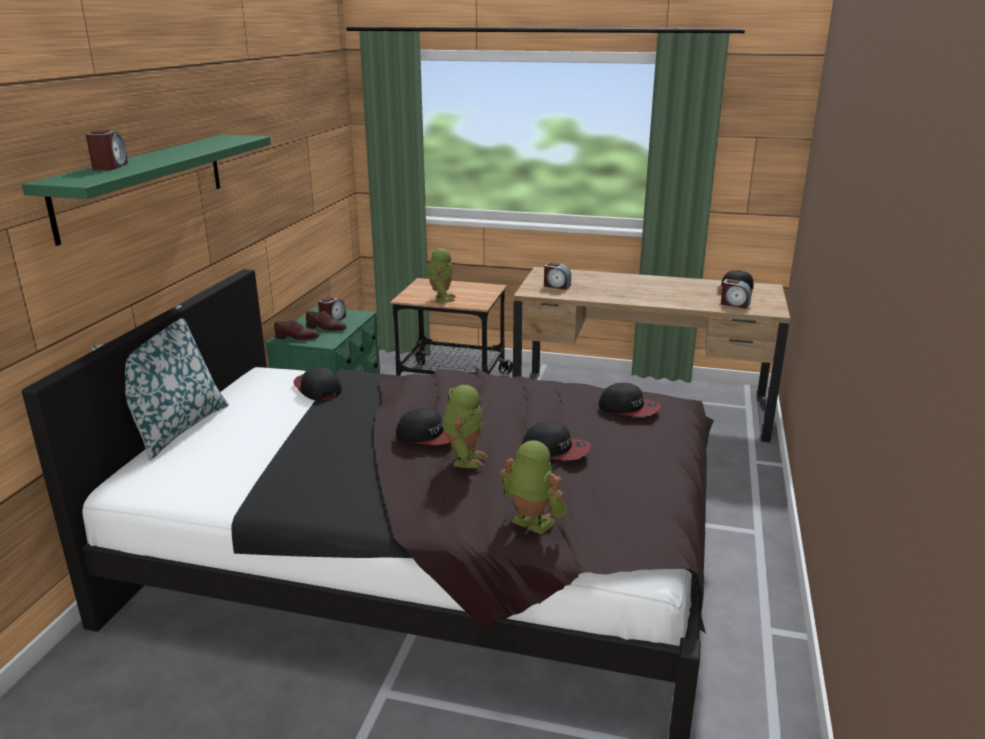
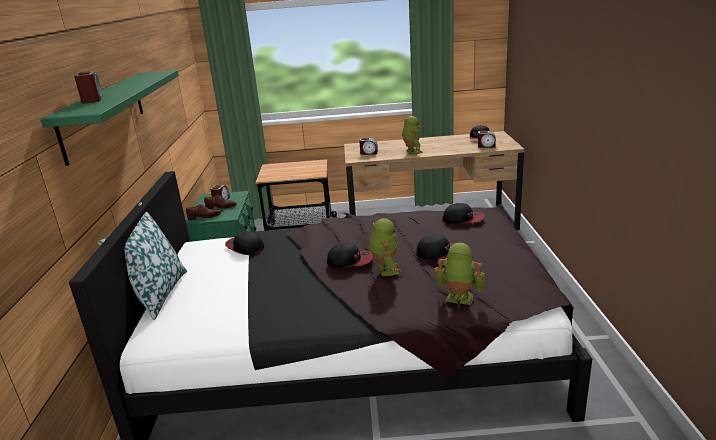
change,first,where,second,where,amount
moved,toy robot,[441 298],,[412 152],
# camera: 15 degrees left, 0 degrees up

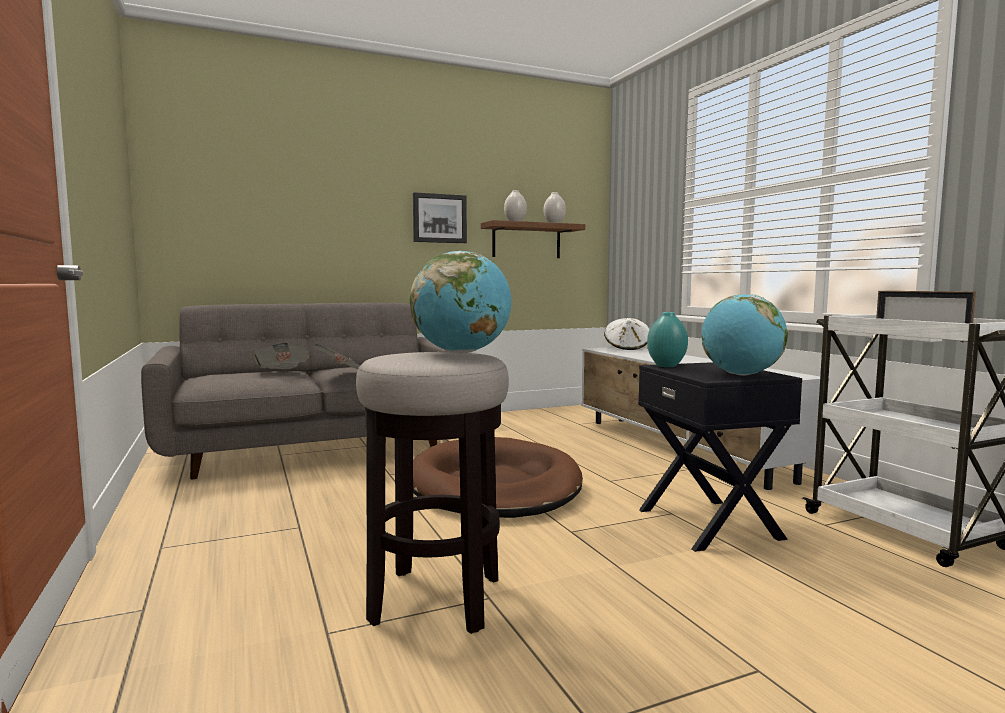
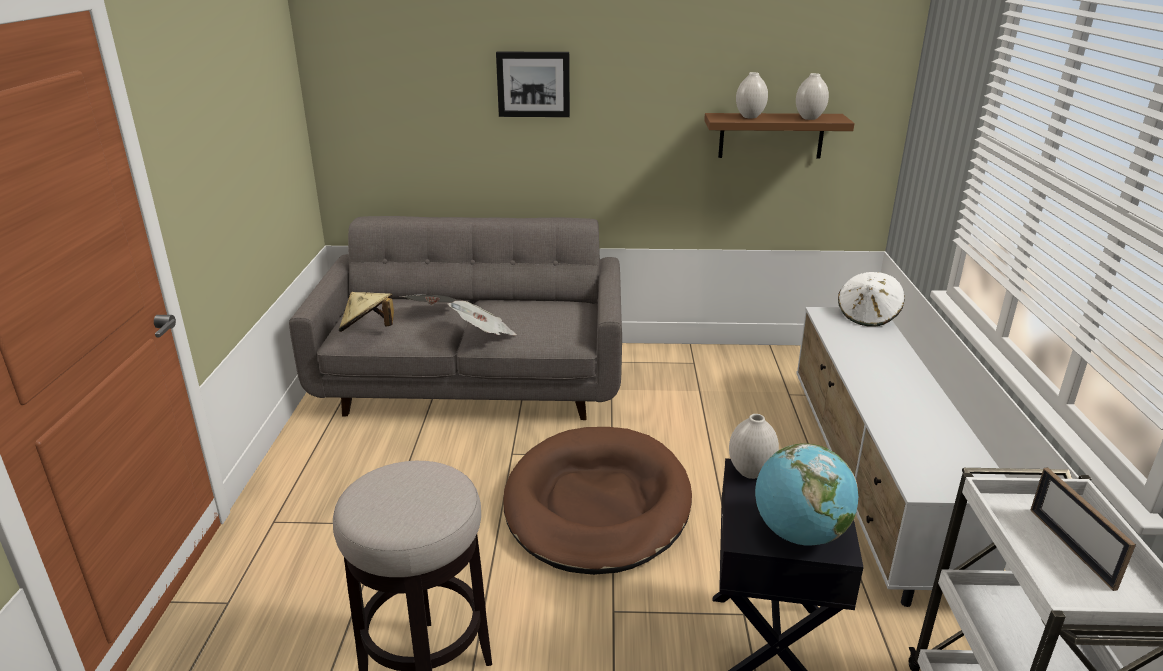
change,first,where,second,where,amount
removed,globe,[462 353],,,
moved,picture,[439 218],,[533 84],
recoloured,vase (turquoise),[667 366],vase (white),[751 472],
added,,,hat (beige),[368 330],
# camera: 25 degrees right, 20 degrees up

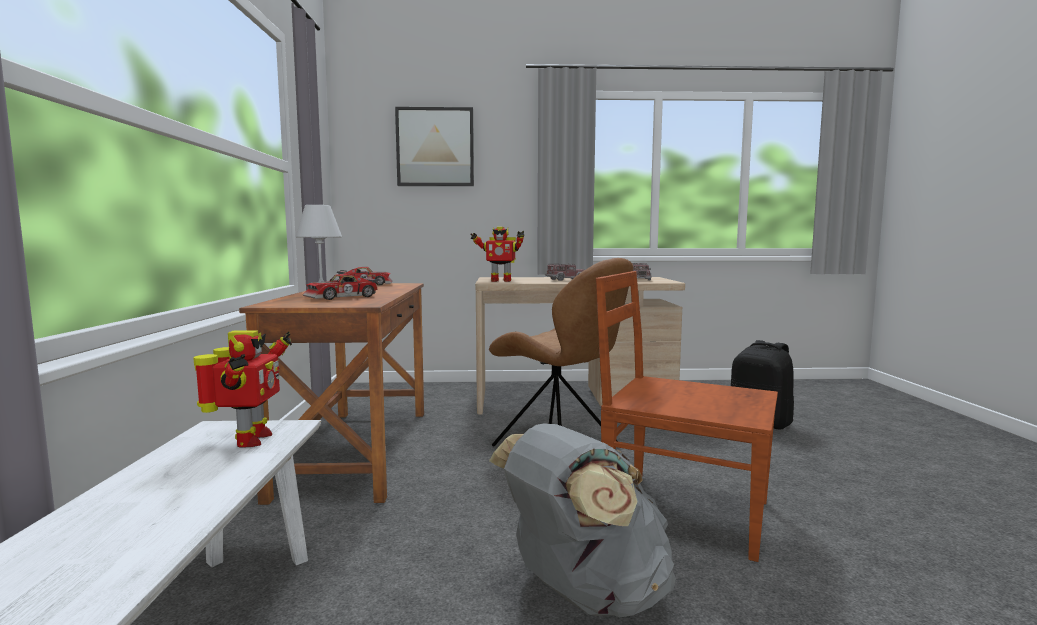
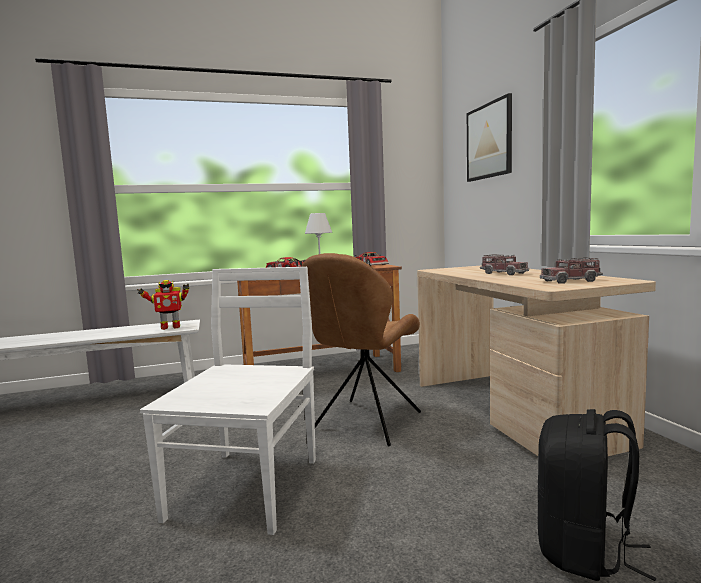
change,first,where,second,where,amount
removed,toy robot,[500 281],,,
removed,backpack (grey),[584 594],,,
recoloured,chair (brown),[682 511],chair (white),[248 485],
# camera: 75 degrees right, 0 degrees up

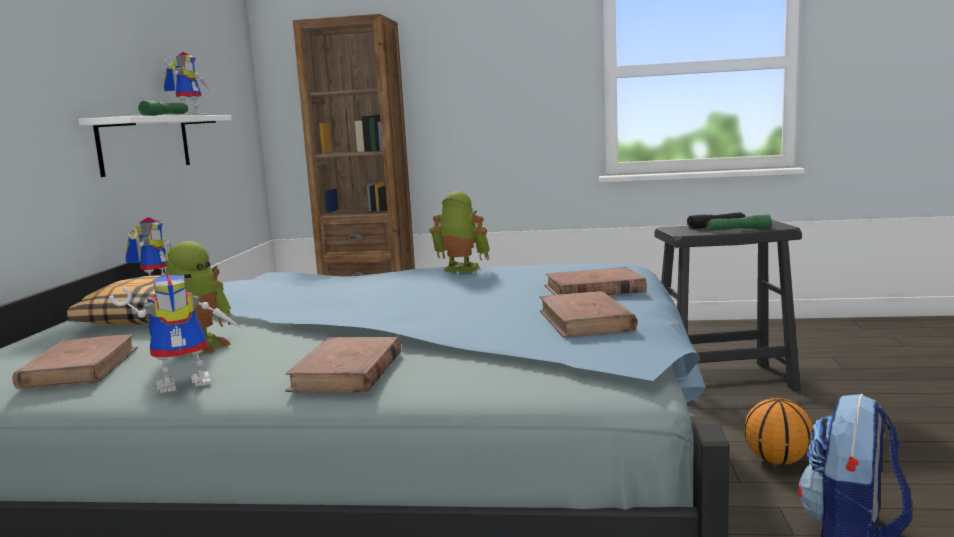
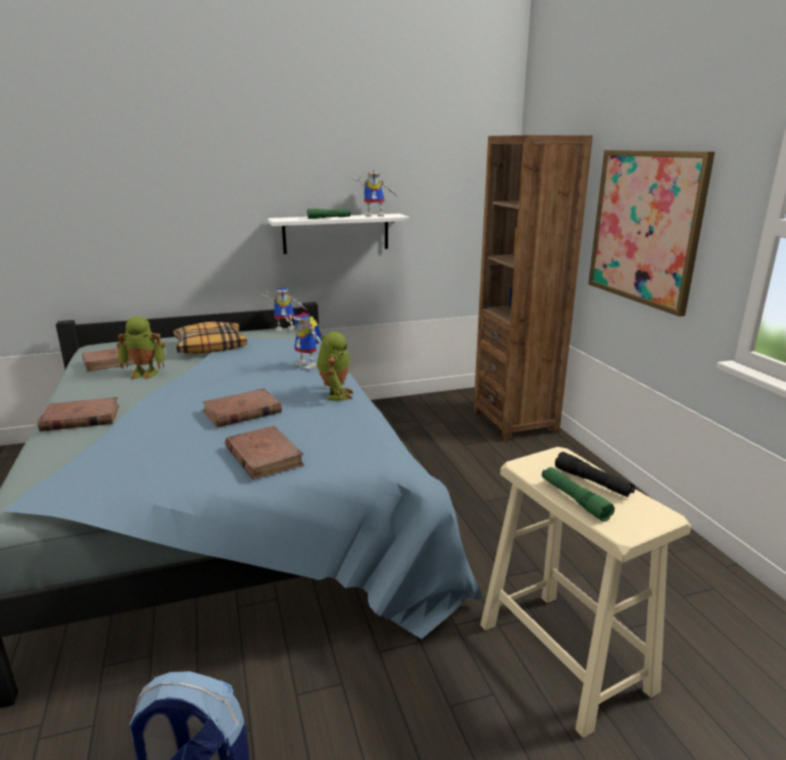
change,first,where,second,where,amount
moved,toy robot,[188 382],,[309 365],
moved,book (brown),[585 321],,[242 412],
recoloured,stool (black),[722 381],stool (beige),[563 655],
removed,basketball,[778 461],,,
added,,,picture,[645 227],
# camera: 65 degrees right, 10 degrees up

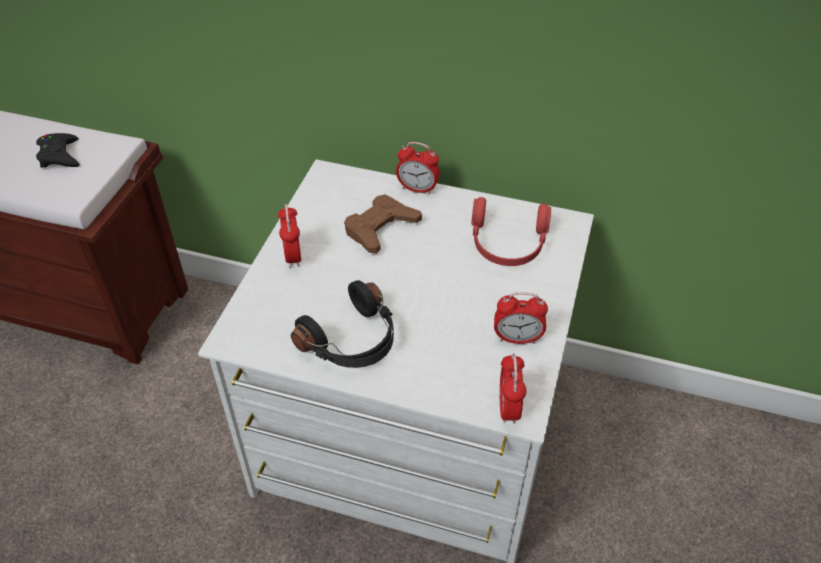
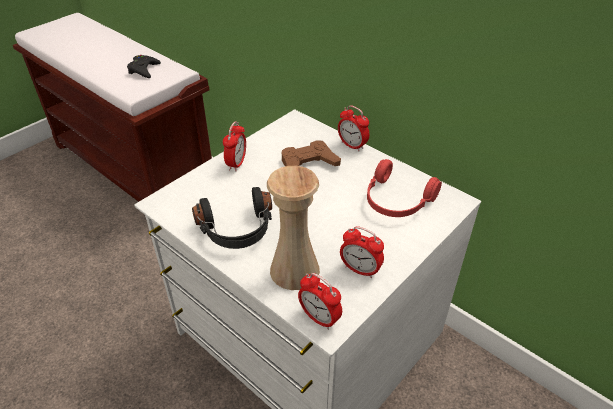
change,first,where,second,where,amount
turned,alarm clock,[508 408],,[319 318],75 degrees counterclockwise
added,,,vase (beige),[294 270],
# camera: 25 degrees right, 5 degrees down

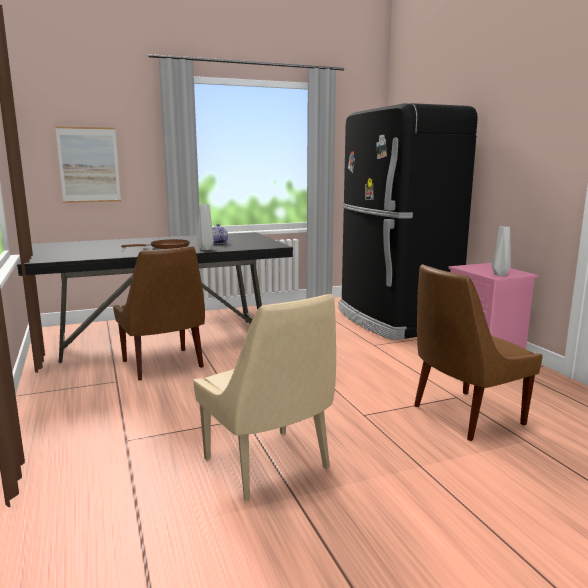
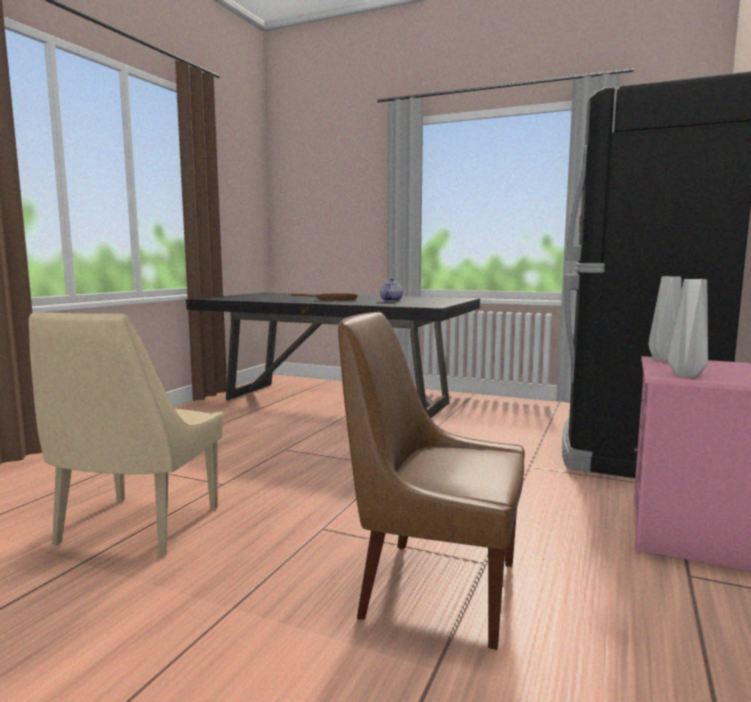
change,first,where,second,where,amount
removed,picture,[89 165],,,
removed,chair (brown),[164 365],,,
moved,vase (grey),[205 249],,[662 359],
# camera: 45 degrees right, 5 degrees down

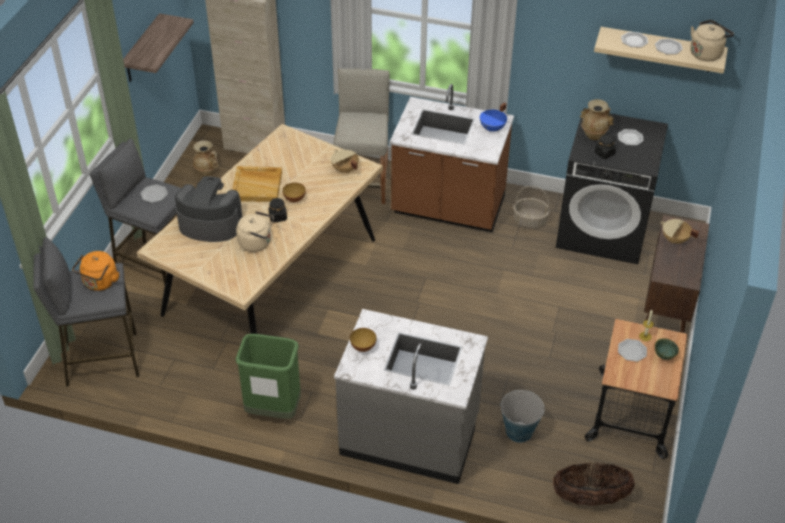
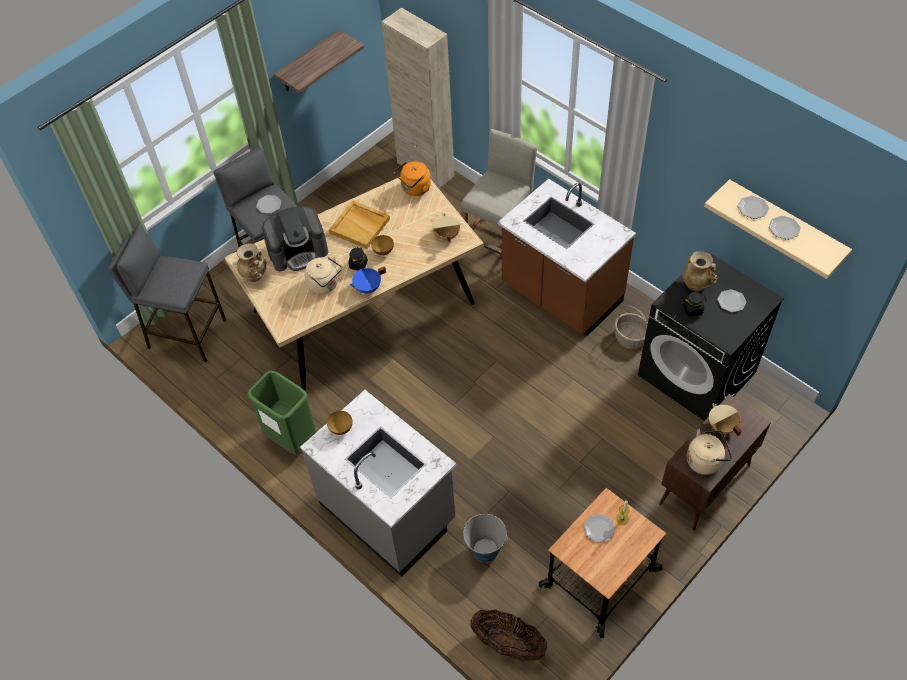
change,first,where,second,where,amount
moved,kettle (orange),[99 283],,[414 189],
turned,coffee machine,[210 224],,[298 251],120 degrees clockwise
moved,vase (beige),[207 171],,[255 276],
moved,cooking pot (blue),[493 128],,[368 288],
removed,bowl (green),[664 355],,,
moved,kettle (beige),[706 53],,[705 460],
# camera: 30 degrees right, 10 degrees up

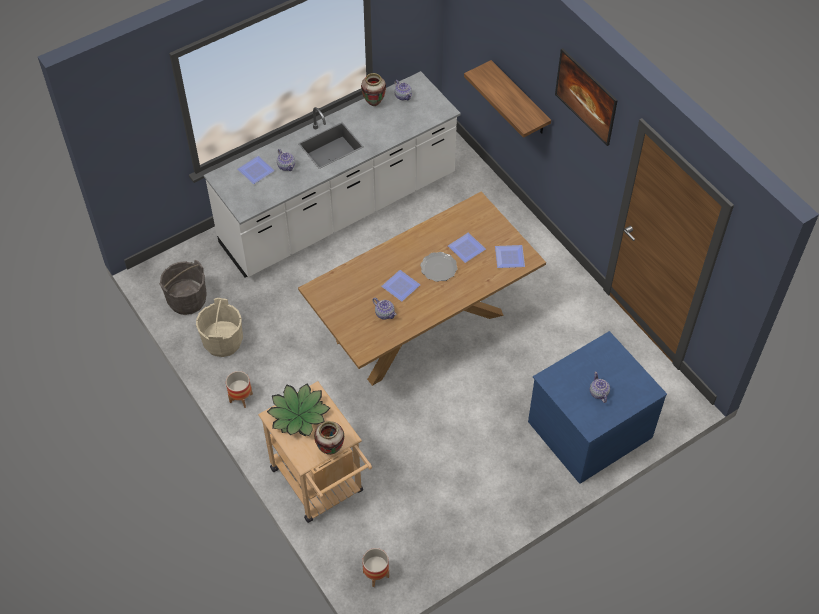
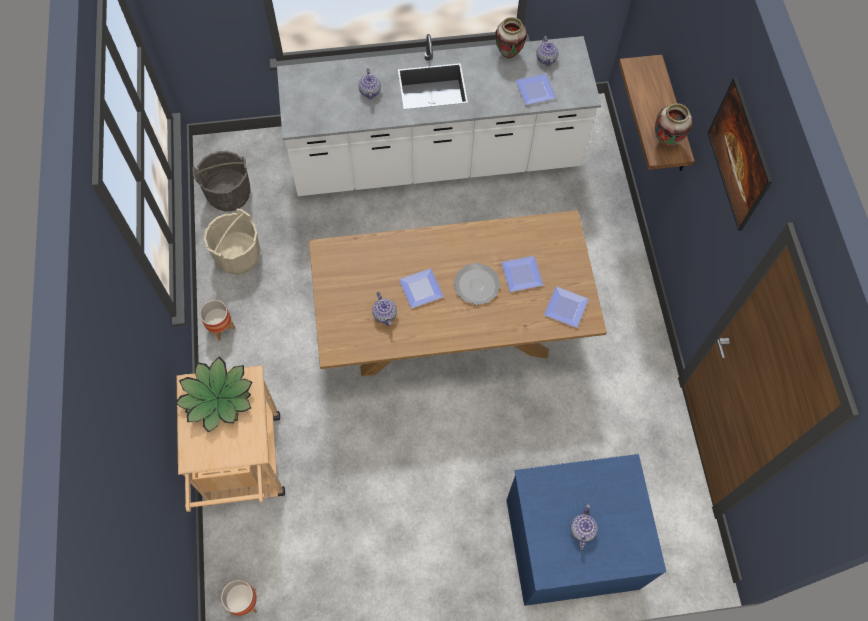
change,first,where,second,where,amount
moved,plate,[257 171],,[537 91],
moved,vase,[330 449],,[665 142],
# camera: 25 degrees right, 10 degrees up

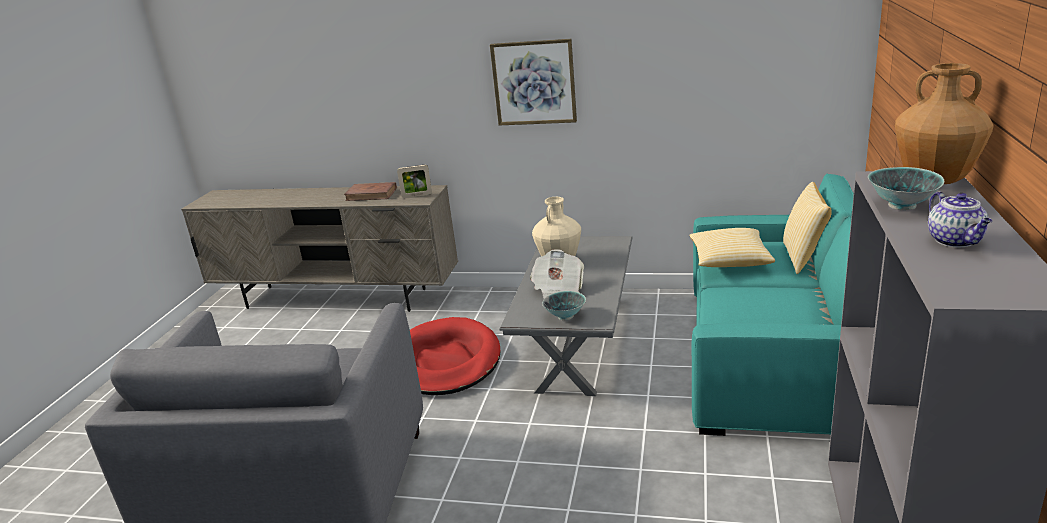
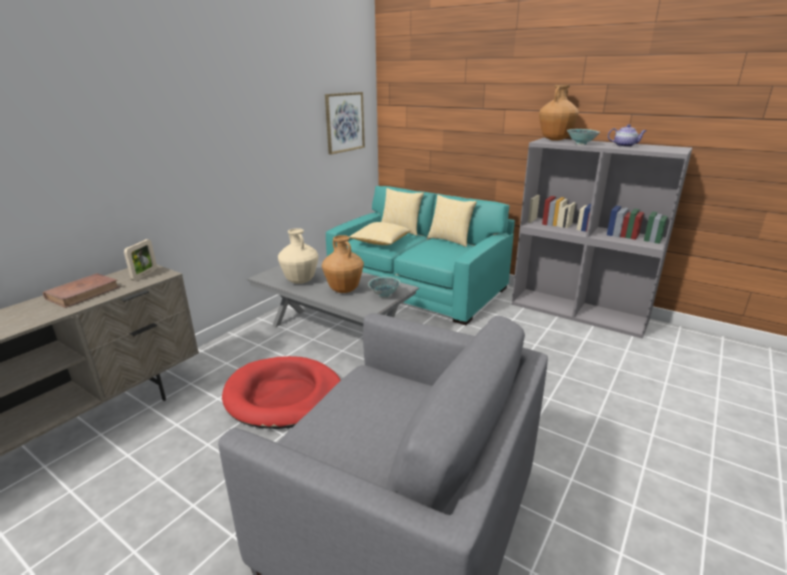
change,first,where,second,where,amount
moved,picture,[534 82],,[344 122],
replaced,newspaper,[558 290],vase (brown),[344 290],
added,,,pillow,[450 240],
# camera: 70 degrees left, 0 degrees up

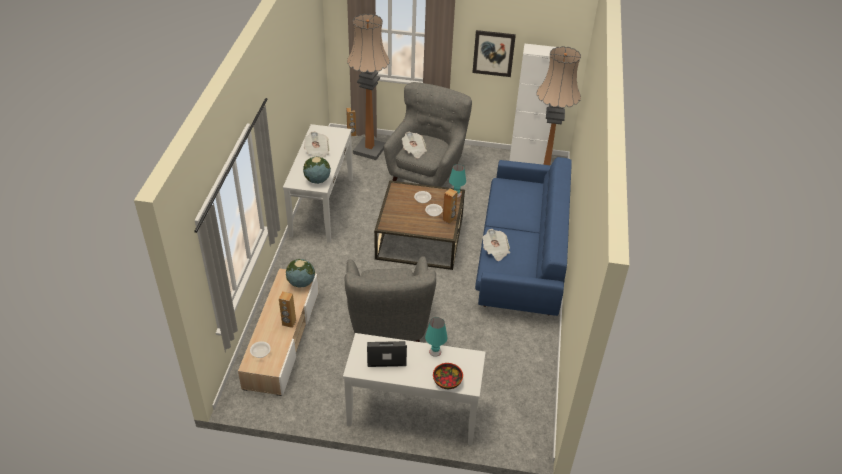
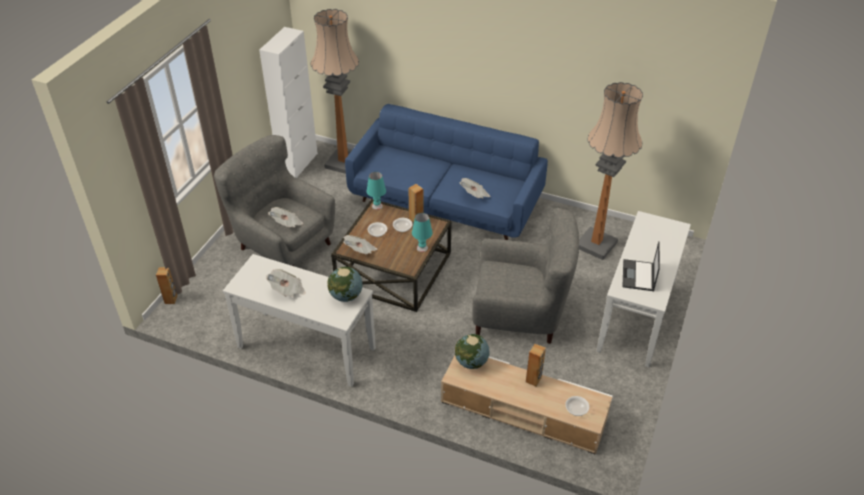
change,first,where,second,where,amount
moved,floor lamp,[369 150],,[596 244],
moved,table lamp (turquoise),[435 351],,[422 248],
removed,bowl,[447 381],,,
removed,picture,[493 53],,,
added,,,newspaper,[360 251],
# camera: 75 degrees left, 0 degrees up

